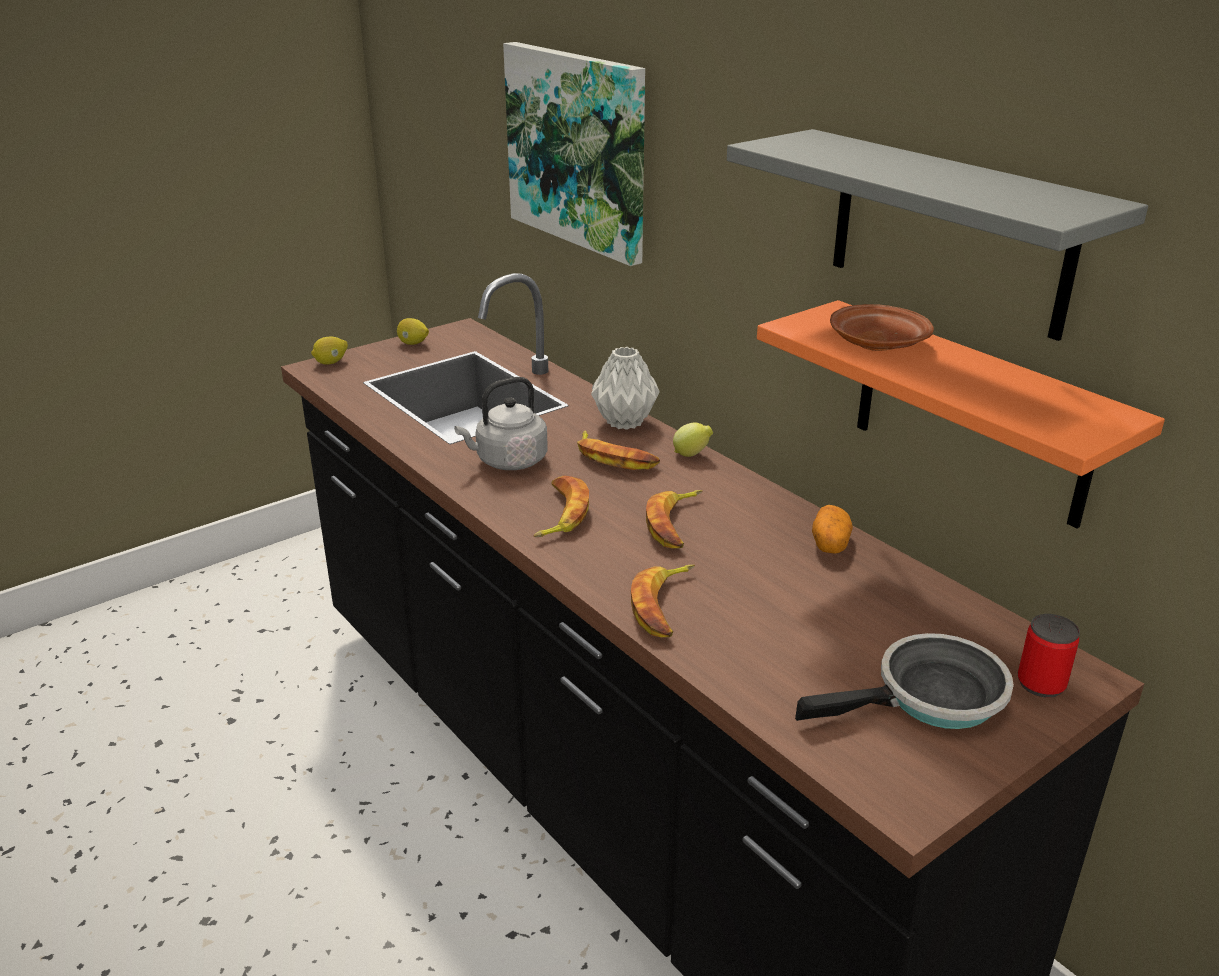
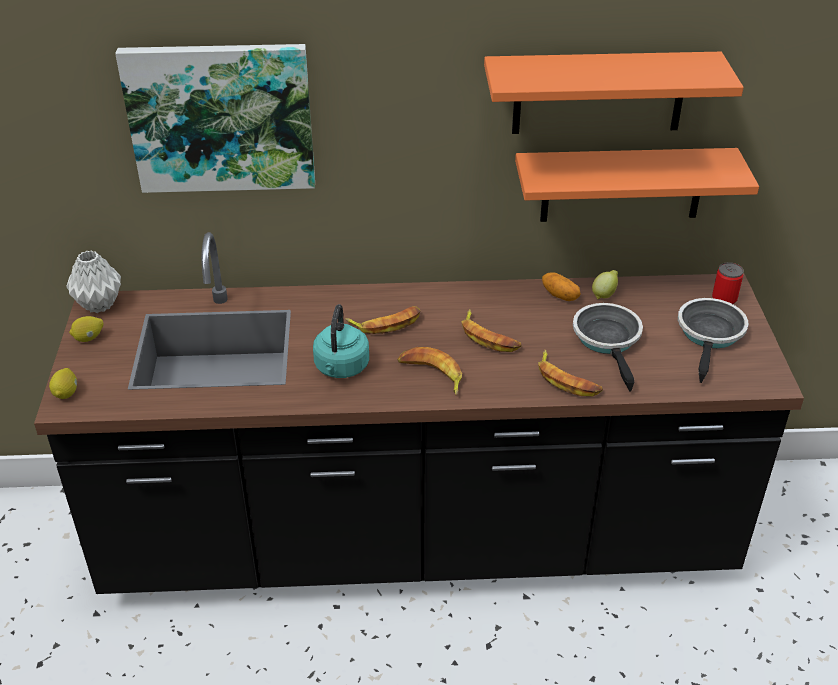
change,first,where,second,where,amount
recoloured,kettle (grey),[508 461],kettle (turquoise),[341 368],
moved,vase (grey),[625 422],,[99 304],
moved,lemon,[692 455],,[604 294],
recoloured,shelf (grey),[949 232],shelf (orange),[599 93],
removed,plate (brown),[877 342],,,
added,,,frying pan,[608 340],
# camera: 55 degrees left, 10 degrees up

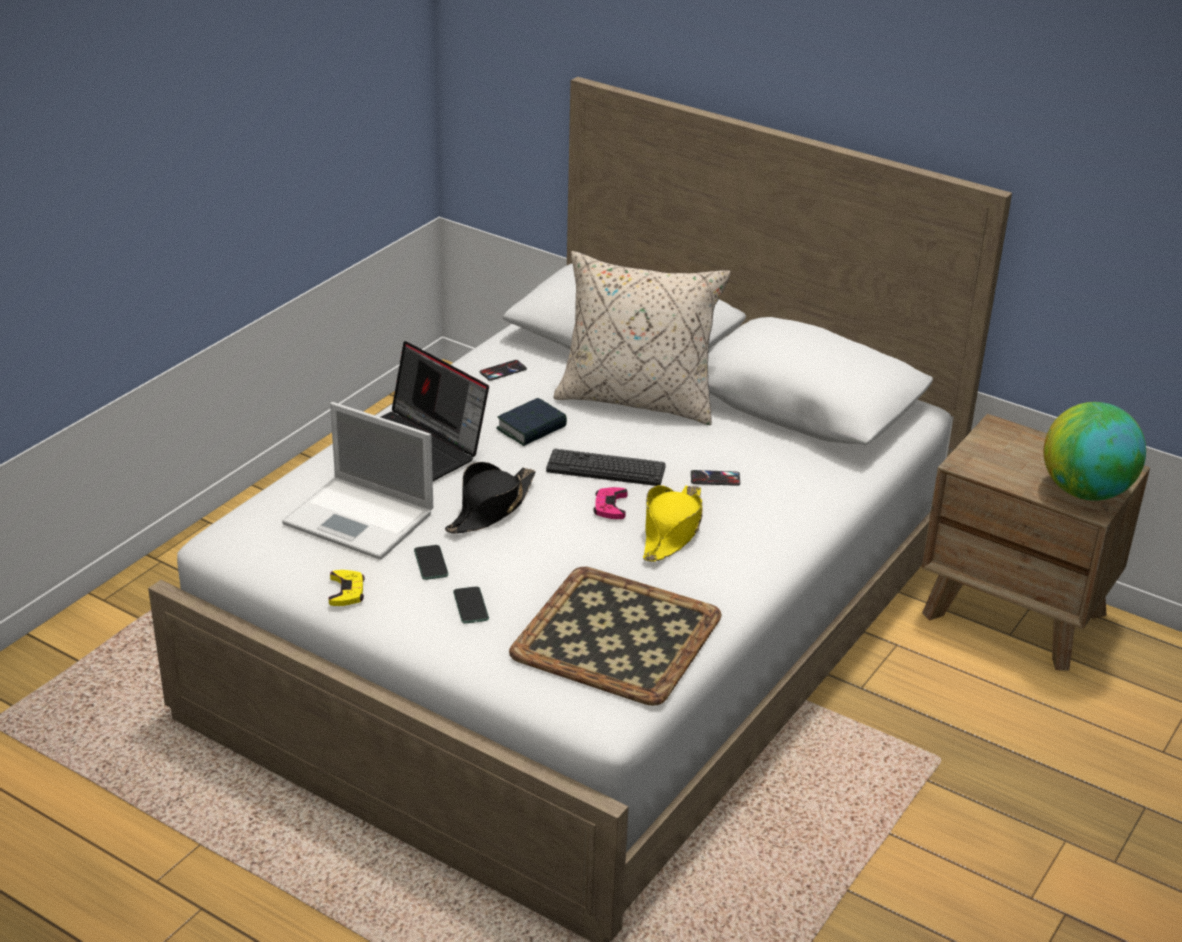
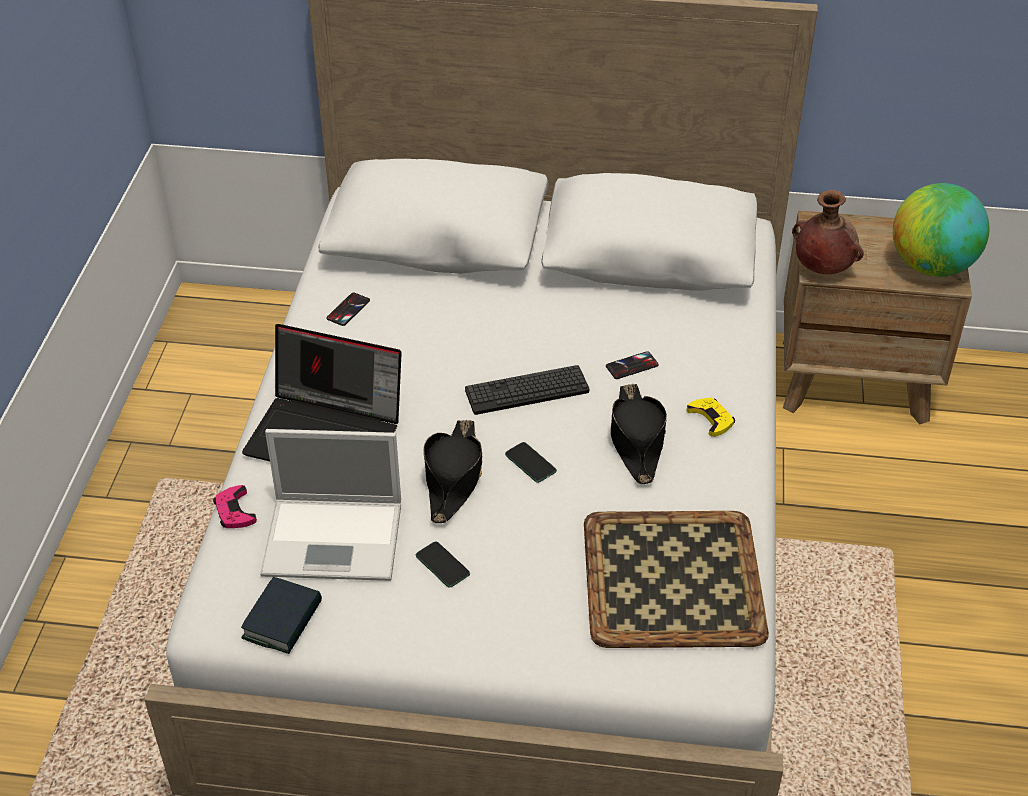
change,first,where,second,where,amount
moved,game controller (yellow),[347 591],,[711 419],
moved,phone,[471 606],,[530 463],
moved,book,[531 428],,[283 620],
removed,pillow (beige),[637 399],,,
moved,game controller (pink),[610 506],,[234 511],
recoloured,hat (yellow),[671 531],hat (black),[636 440],
added,,,vase (brown),[822 268],
# camera: 25 degrees left, 10 degrees up

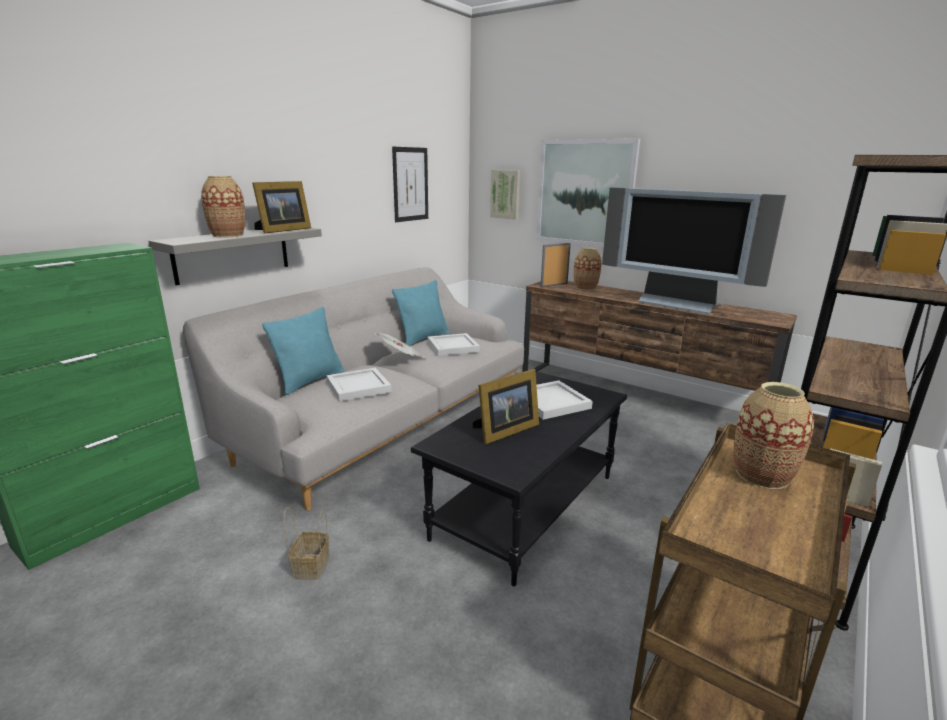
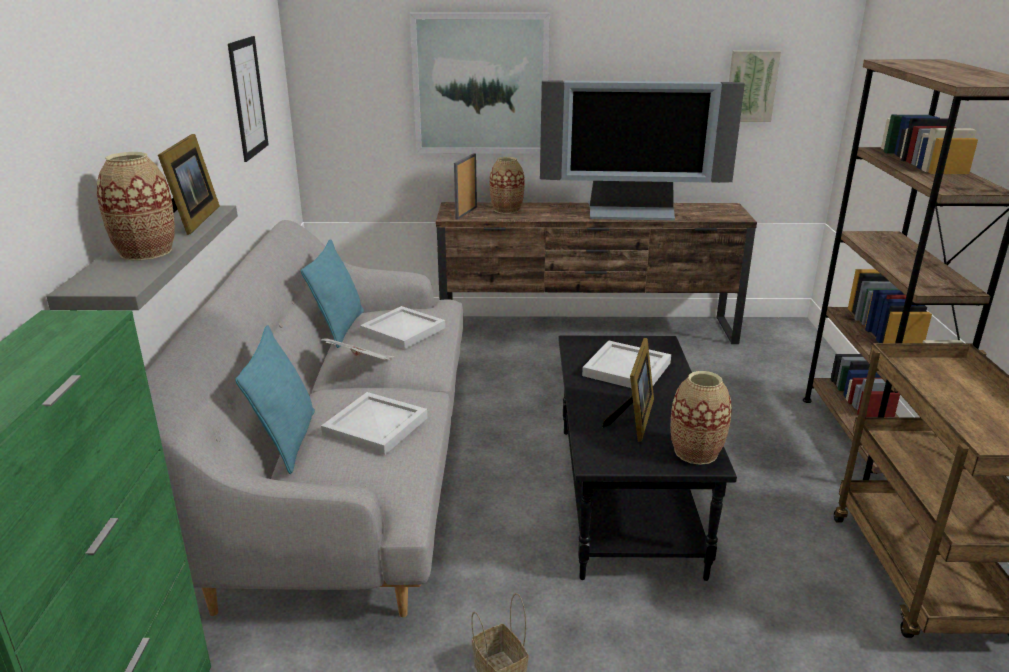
change,first,where,second,where,amount
moved,picture,[506 194],,[751 86],
moved,vase,[762 475],,[696 452],
# camera: 35 degrees left, 5 degrees up

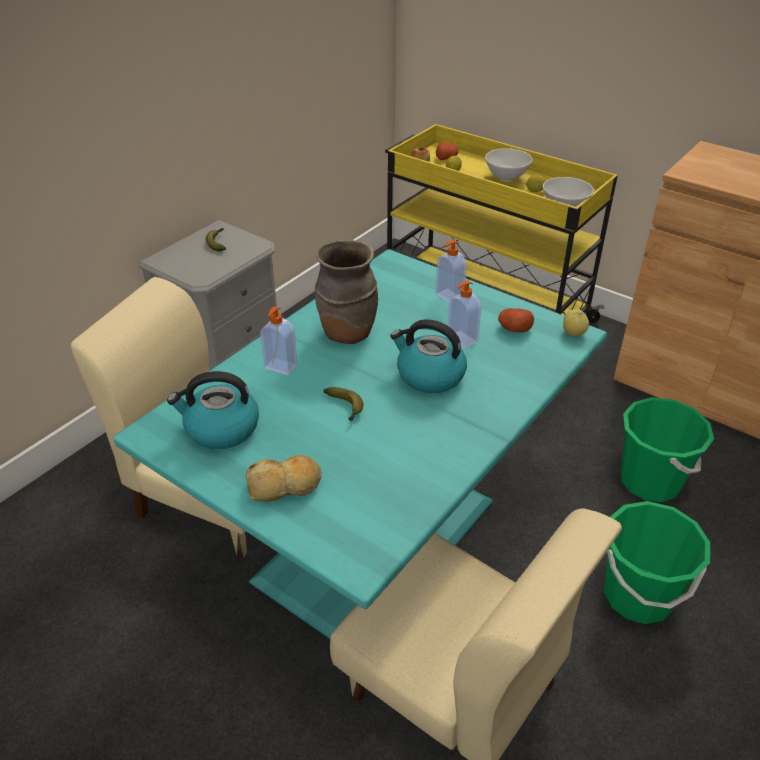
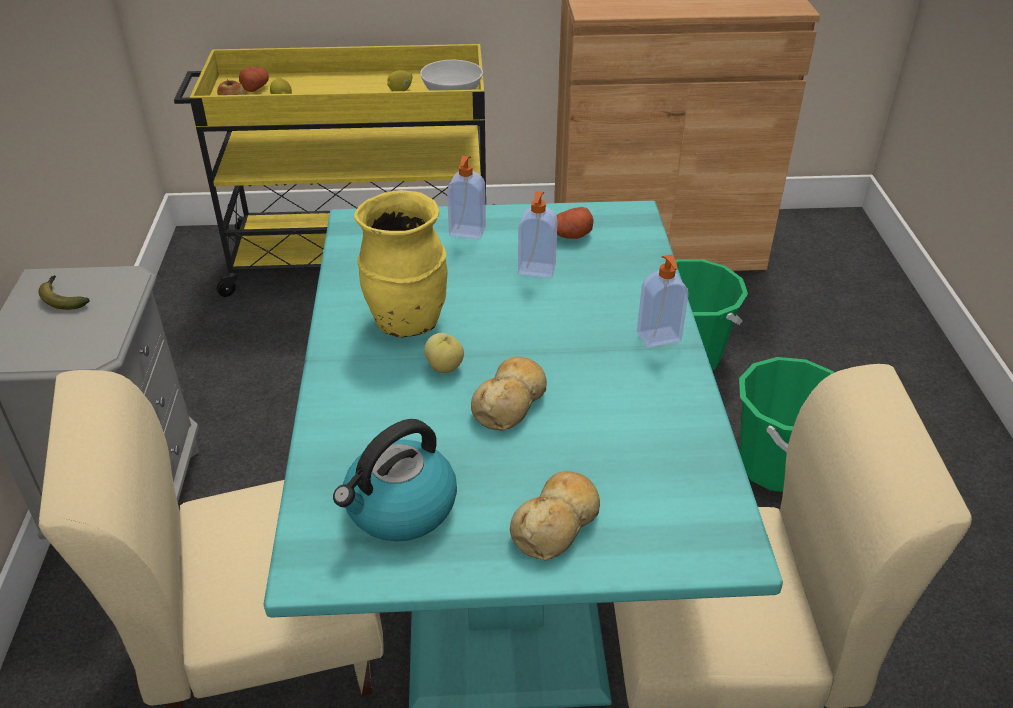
change,first,where,second,where,amount
moved,soap dispenser,[280 367],,[659 338],
recoloured,vase (brown),[347 333],vase (yellow),[406 322],
replaced,banana,[346 408],bread,[511 402],
removed,kettle,[429 376],,,
removed,bowl (white),[506 178],,,
moved,apple,[574 333],,[445 367],
# camera: 40 degrees left, 0 degrees up

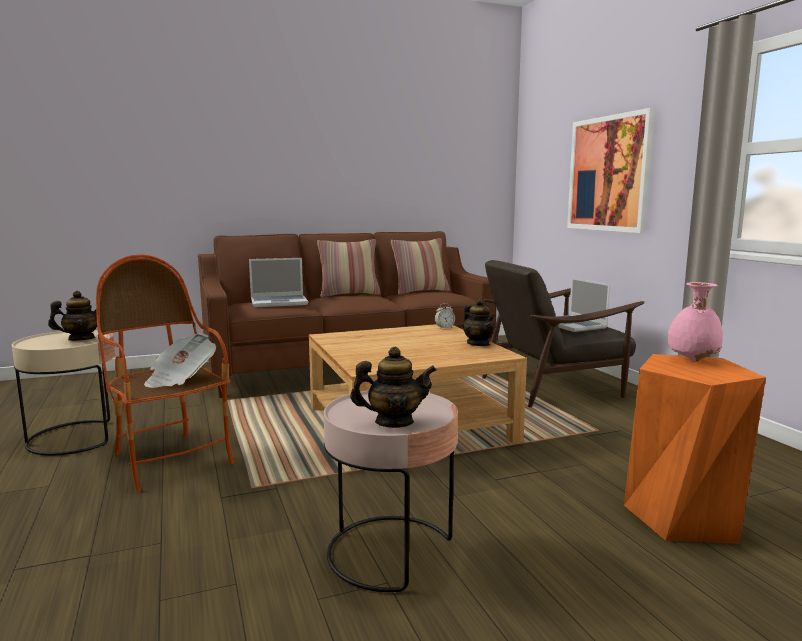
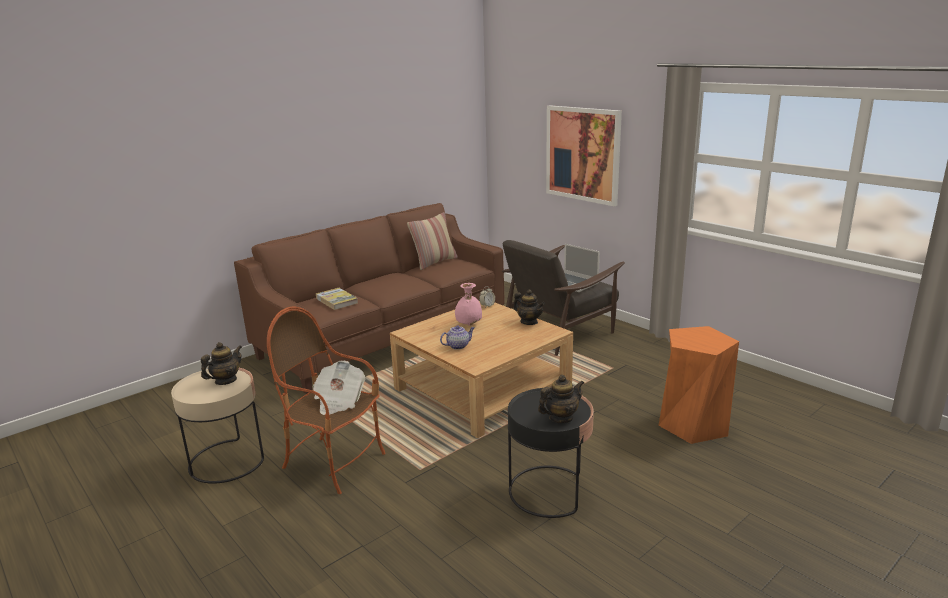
change,first,where,second,where,amount
replaced,laptop,[279 302],book,[336 301],
removed,pillow,[349 294],,,
recoloured,side table (pink),[391 551],side table (black),[549 491],
moved,vase (pink),[691 360],,[468 325],
added,,,teapot,[458 346],
# camera: 20 degrees left, 10 degrees up

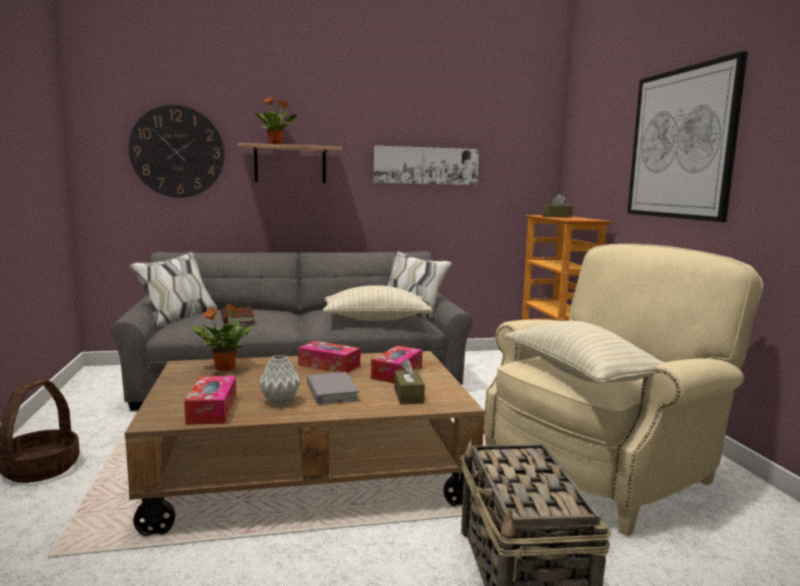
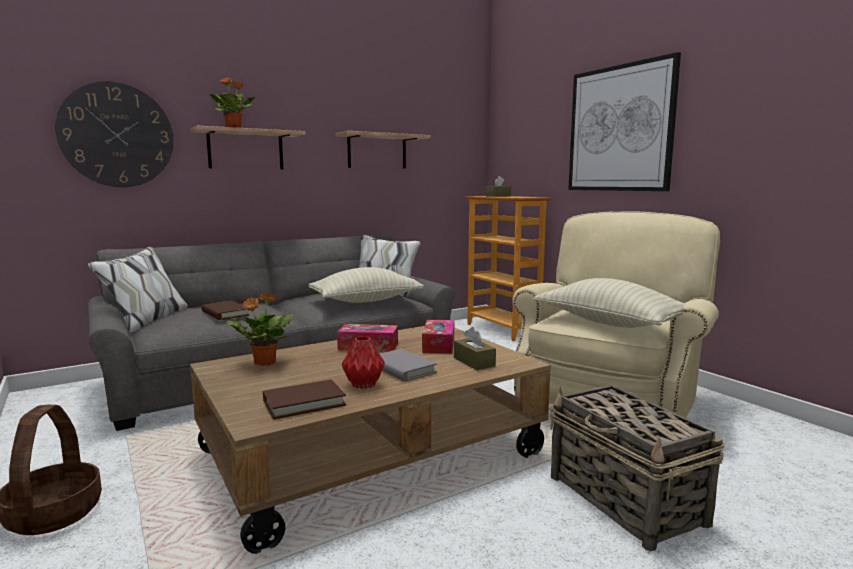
change,first,where,second,where,amount
replaced,tissue box,[212 410],book (brown),[304 403],
recoloured,vase (grey),[280 401],vase (red),[364 384],
replaced,picture,[426 165],shelf,[377 151],
# camera: 20 degrees left, 0 degrees up

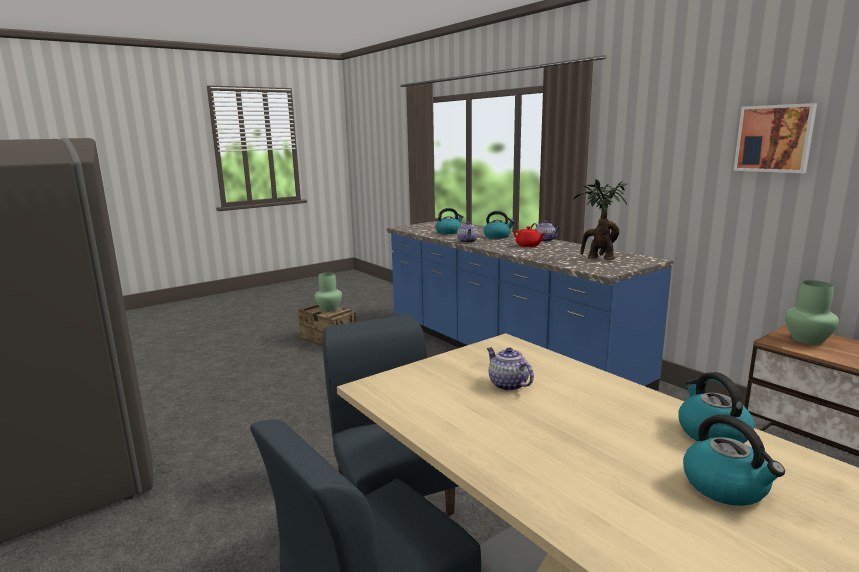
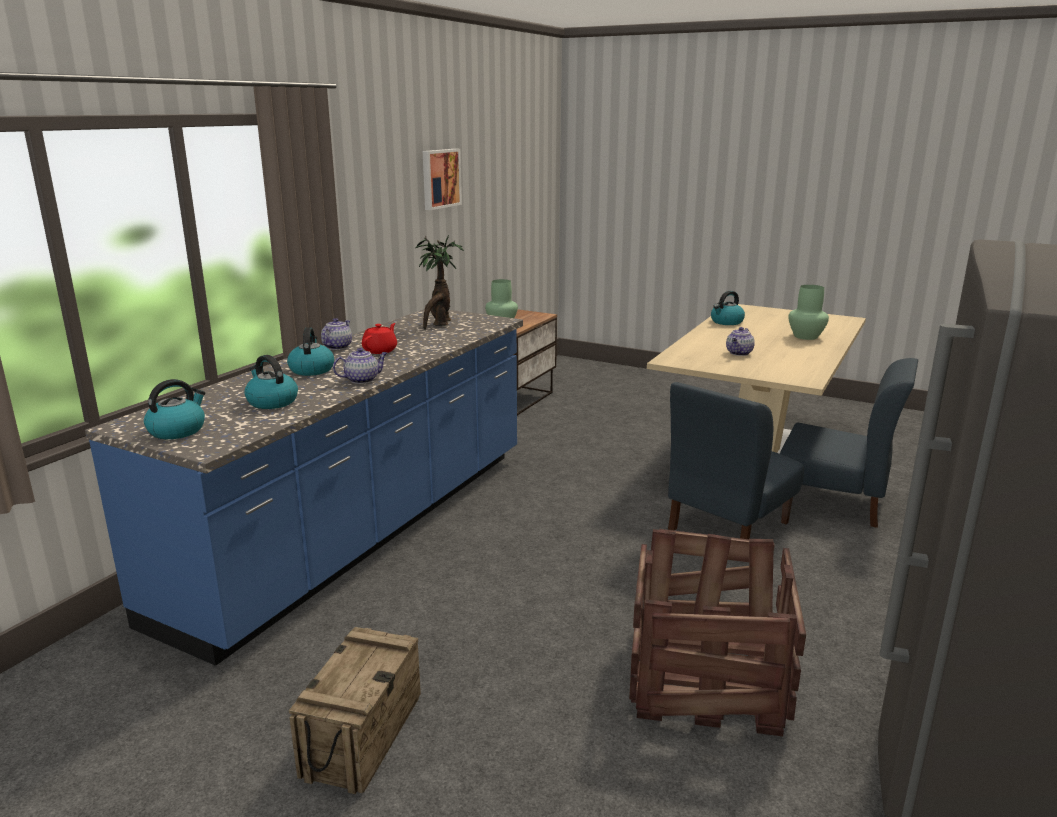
change,first,where,second,where,amount
moved,vase (green),[328 308],,[806 337],
moved,kettle,[726 487],,[177 430],
added,,,crate,[709 678],
# camera: 115 degrees left, 5 degrees up

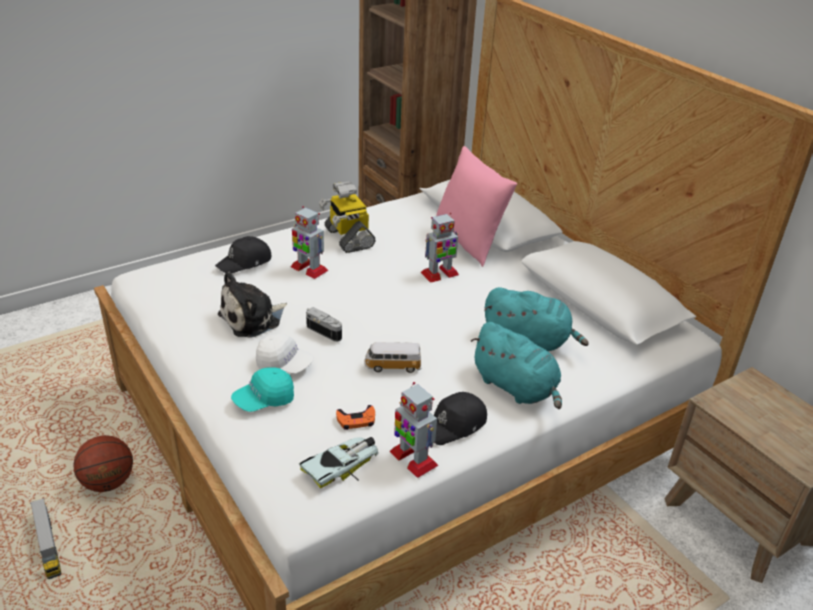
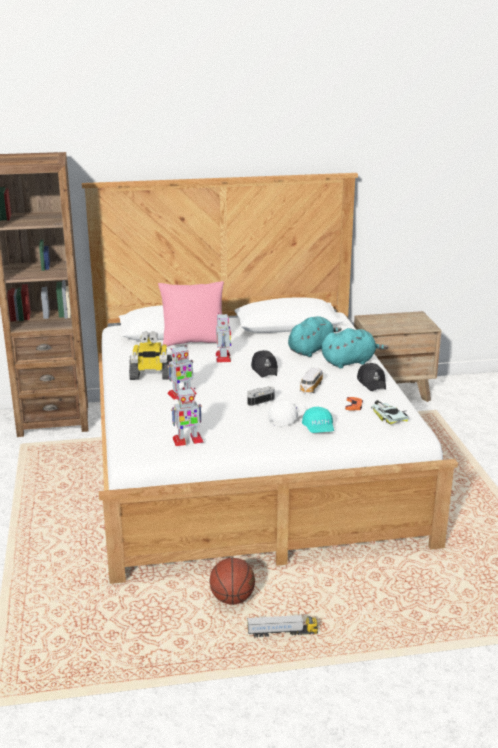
change,first,where,second,where,amount
moved,cap (black),[245 262],,[265 369],
removed,plush toy,[253 319],,,
moved,toy robot,[413 458],,[187 440],
# camera: 65 degrees left, 10 degrees down

